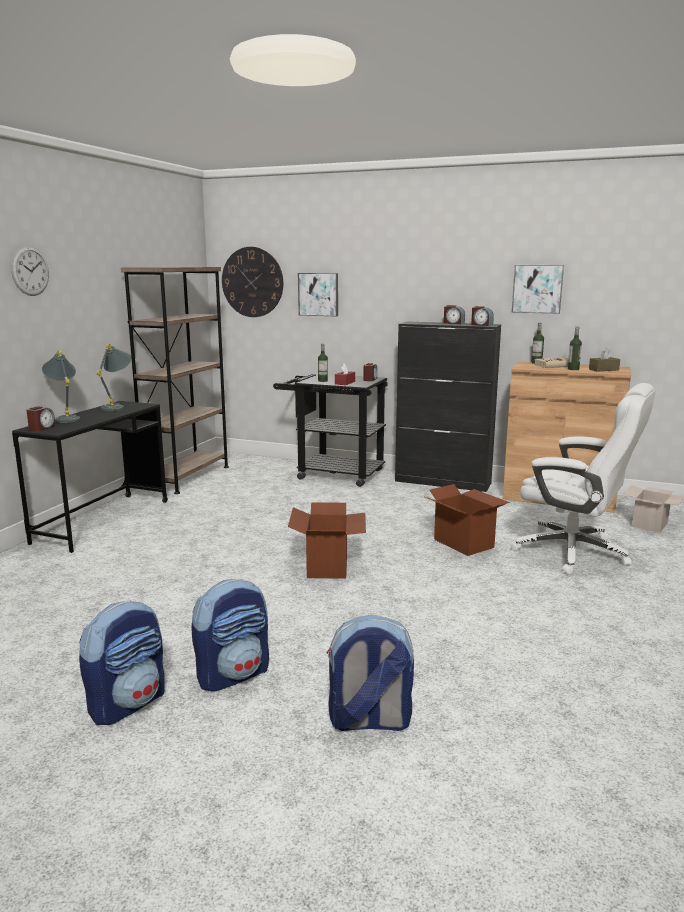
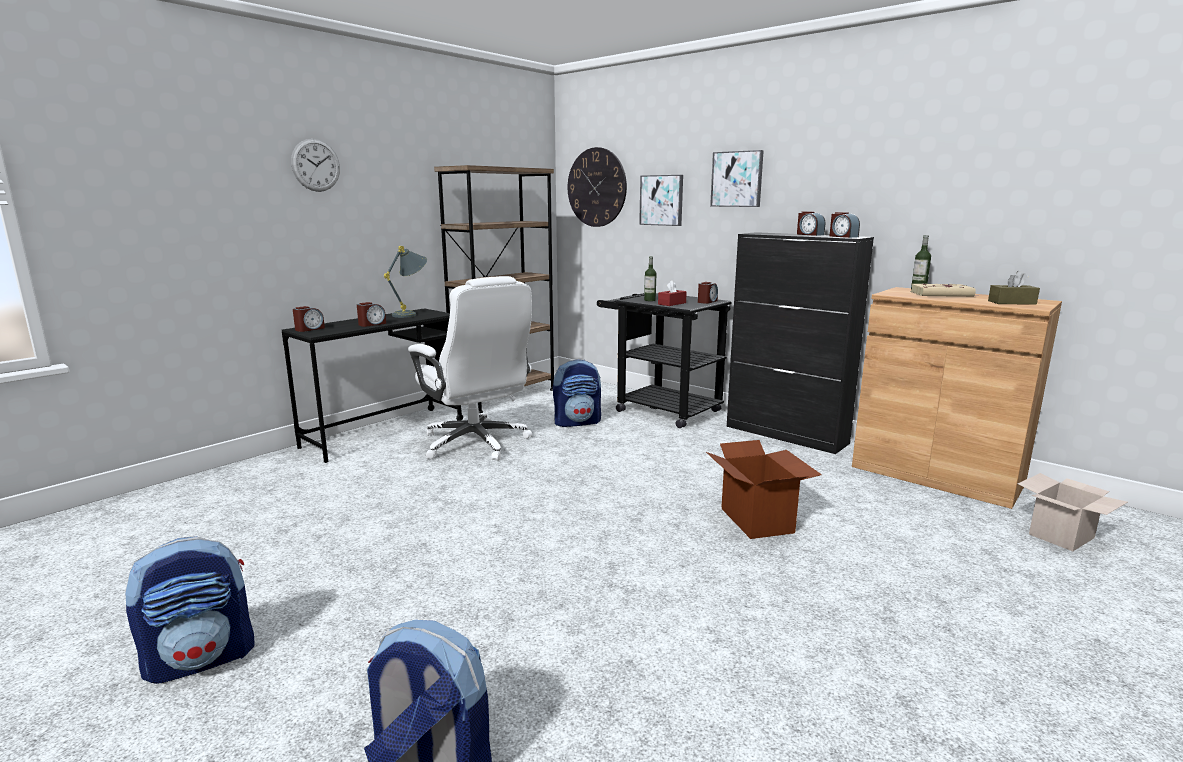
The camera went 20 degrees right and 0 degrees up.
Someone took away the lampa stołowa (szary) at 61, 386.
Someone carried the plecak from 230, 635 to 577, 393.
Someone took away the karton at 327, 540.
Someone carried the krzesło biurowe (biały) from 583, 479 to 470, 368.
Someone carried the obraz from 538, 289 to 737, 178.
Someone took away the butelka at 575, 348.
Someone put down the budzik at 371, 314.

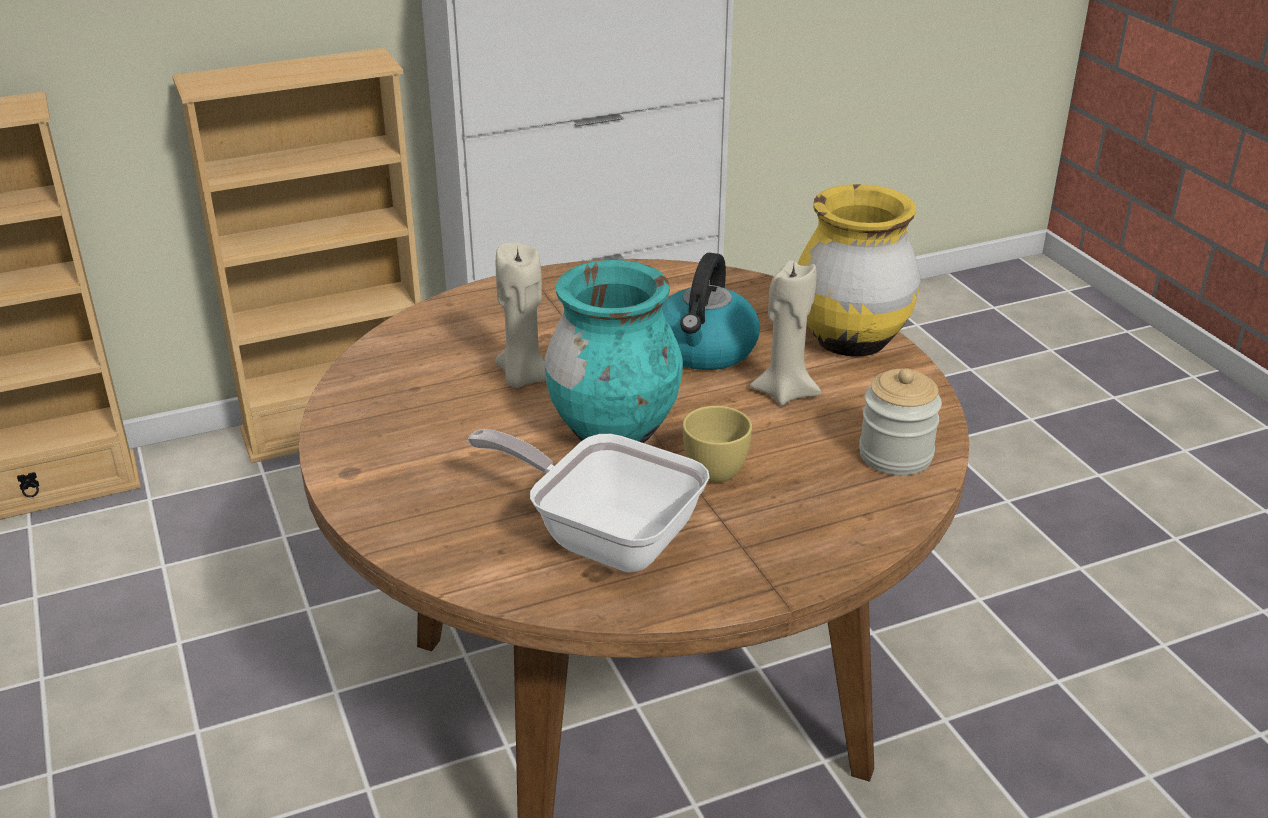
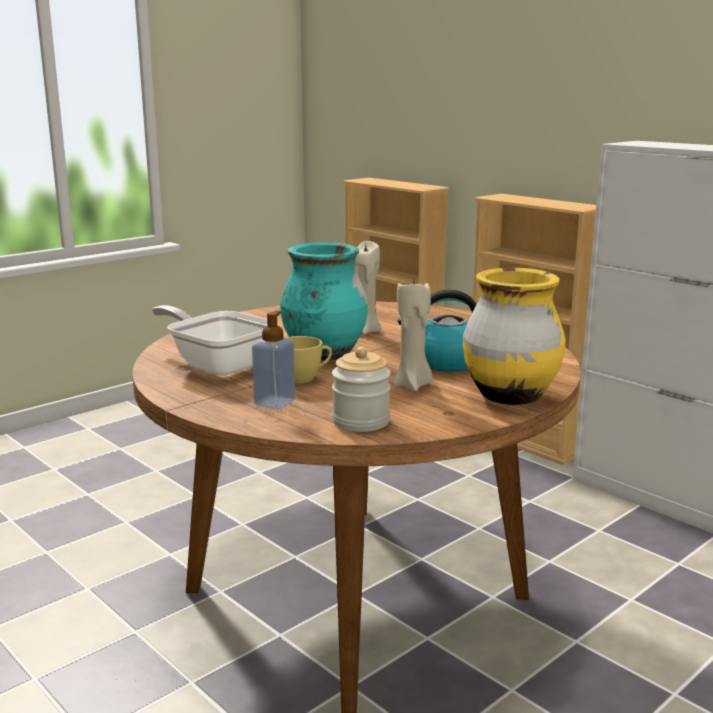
The camera went 70 degrees right and 15 degrees down.
Someone rotated the patelnia at 589, 501 by 60 degrees counterclockwise.
Someone put down the dozownik mydła at 273, 359.

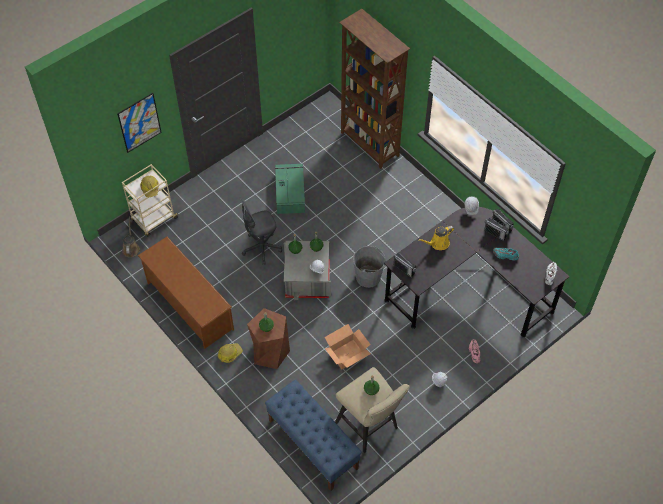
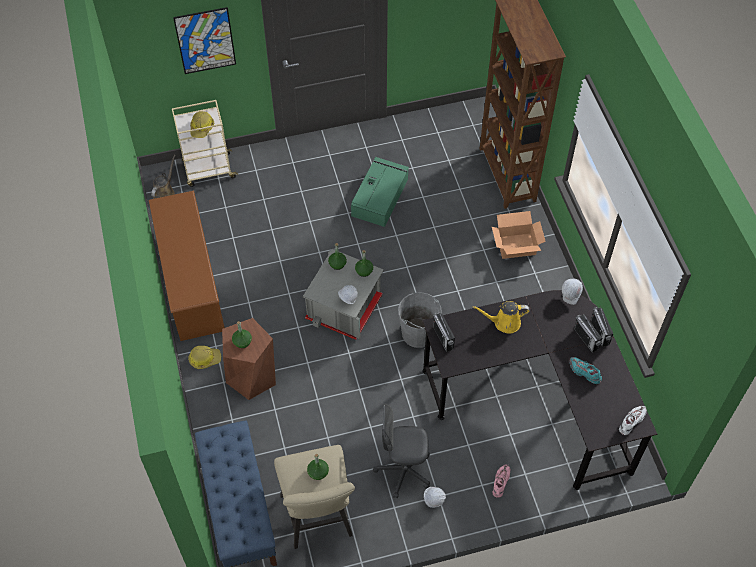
The camera went 25 degrees right and 0 degrees up.
Someone carried the krzesło biurowe (szary) from 261, 231 to 401, 451.
Someone carried the karton from 348, 346 to 519, 235.

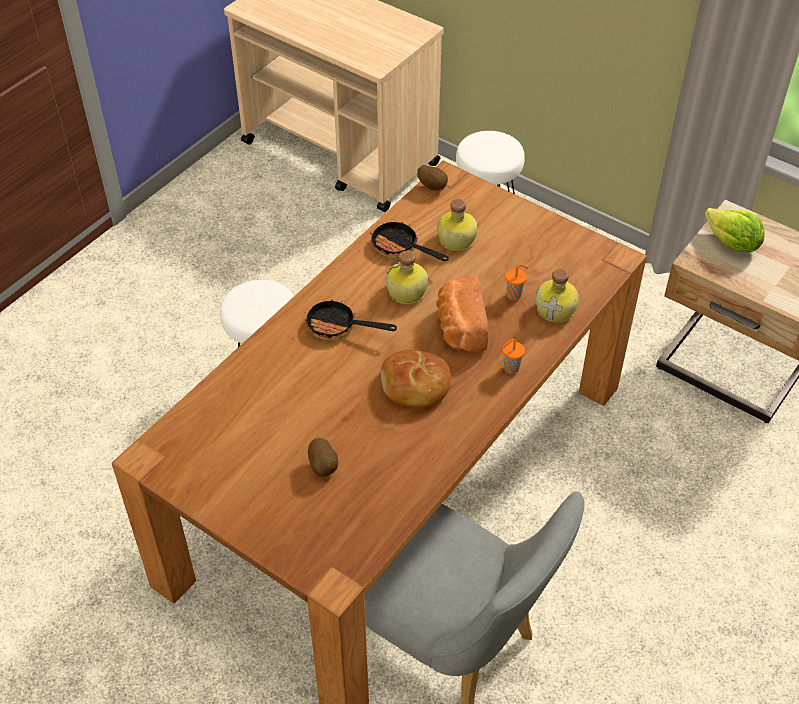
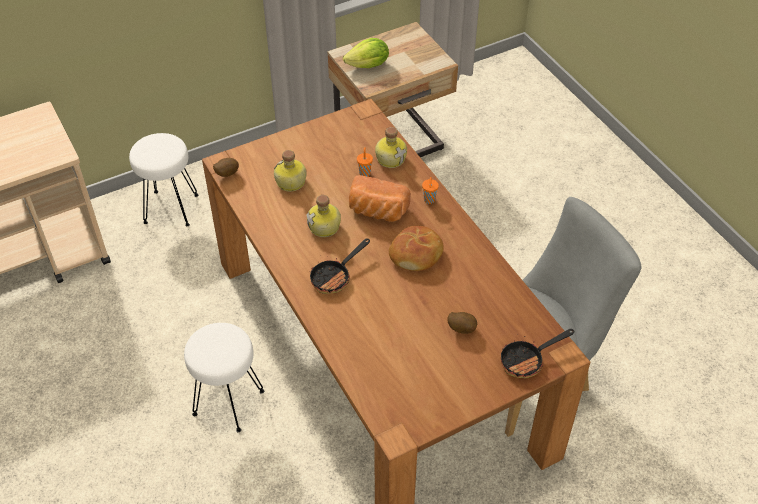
The camera went 65 degrees left and 0 degrees up.
Someone carried the patelnia from 409, 241 to 537, 353.

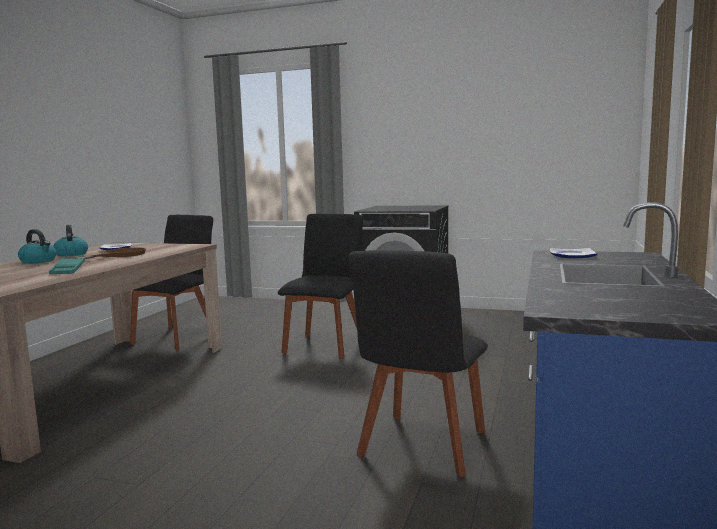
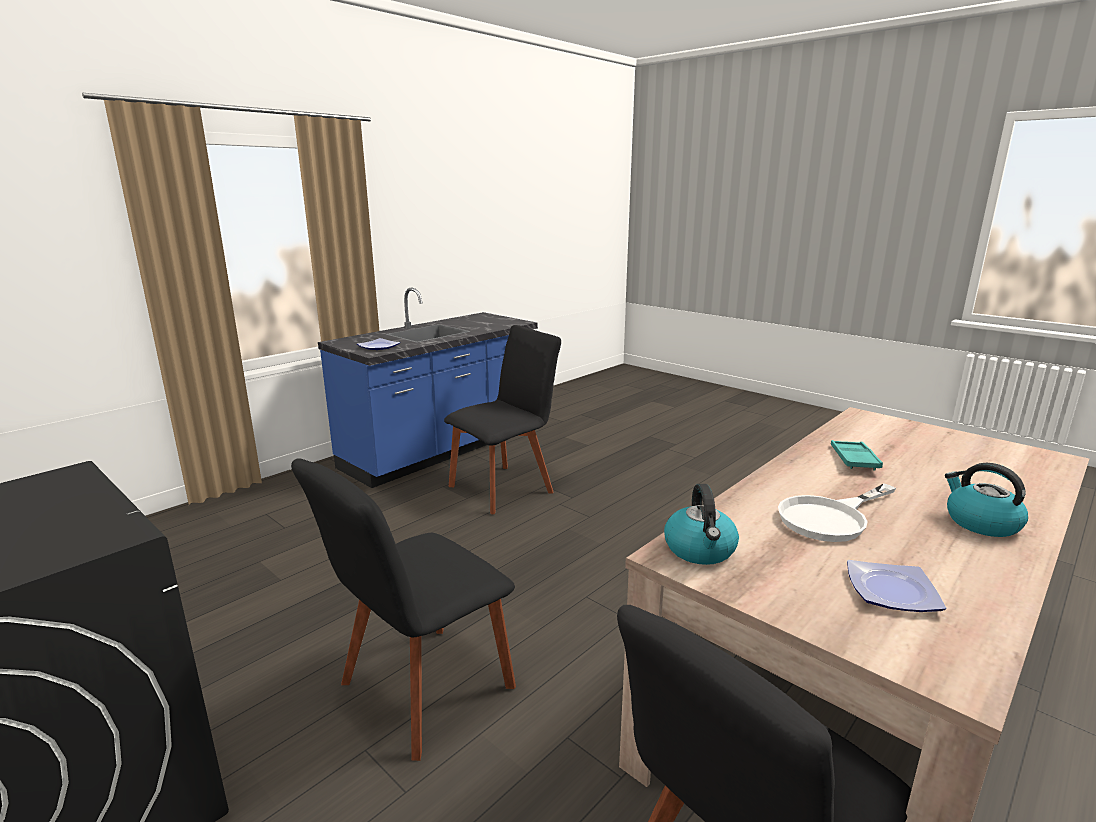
The camera went 155 degrees left and 10 degrees up.
Someone carried the czajnik from 70, 240 to 701, 524.
Someone repainted the patelnia (brązowy) at 108, 253, which became the patelnia (biały) at 837, 512.

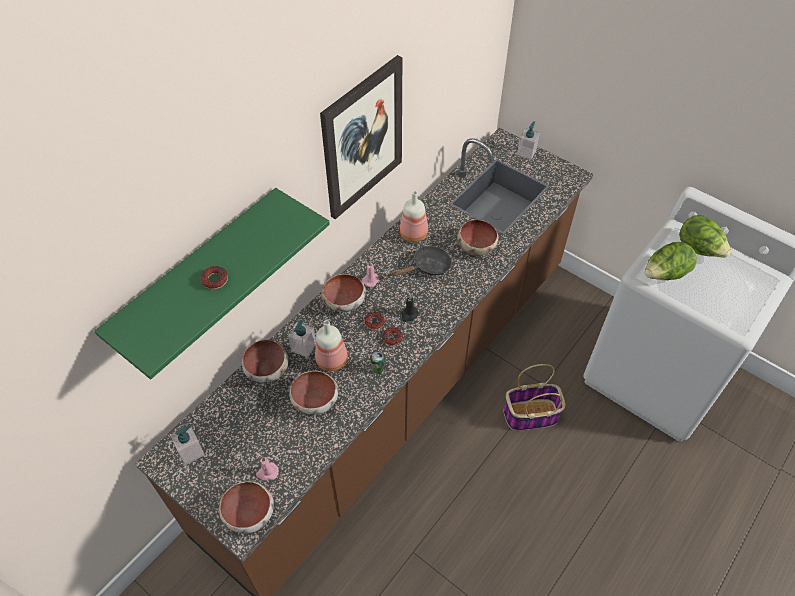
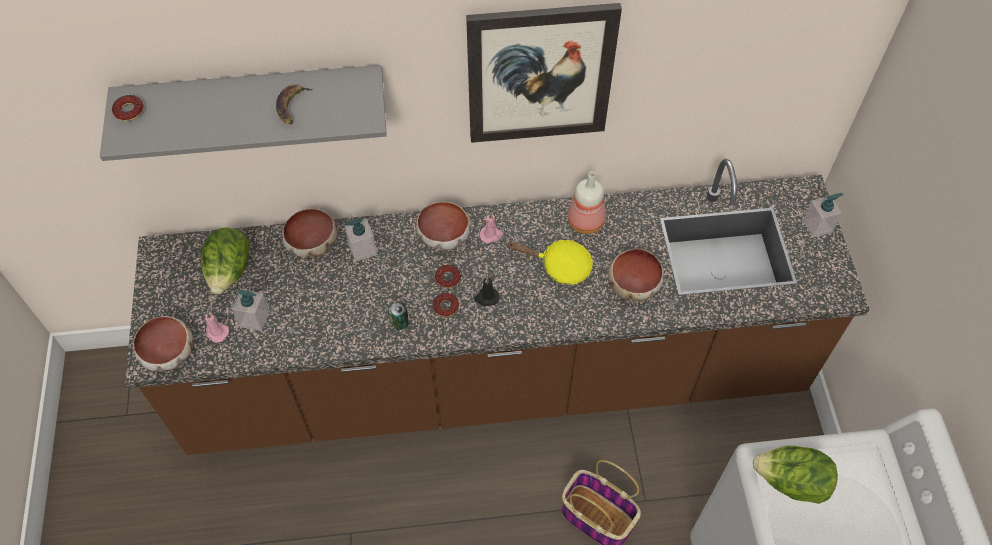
The camera went 45 degrees right and 5 degrees up.
Someone repainted the półka (zielony) at 212, 283, which became the półka (szary) at 243, 113.
Someone carried the dozownik mydła from 187, 445 to 251, 310.
Someone carried the donut from 214, 278 to 128, 108.
Someone took away the miska at 314, 392.
Someone took away the butelka at 331, 345.
Someone repainted the patelnia (czarny) at 421, 261, which became the patelnia (żółty) at 550, 262.
Someone carried the sałata from 705, 236 to 225, 261.
Someone put down the banan at 294, 104.

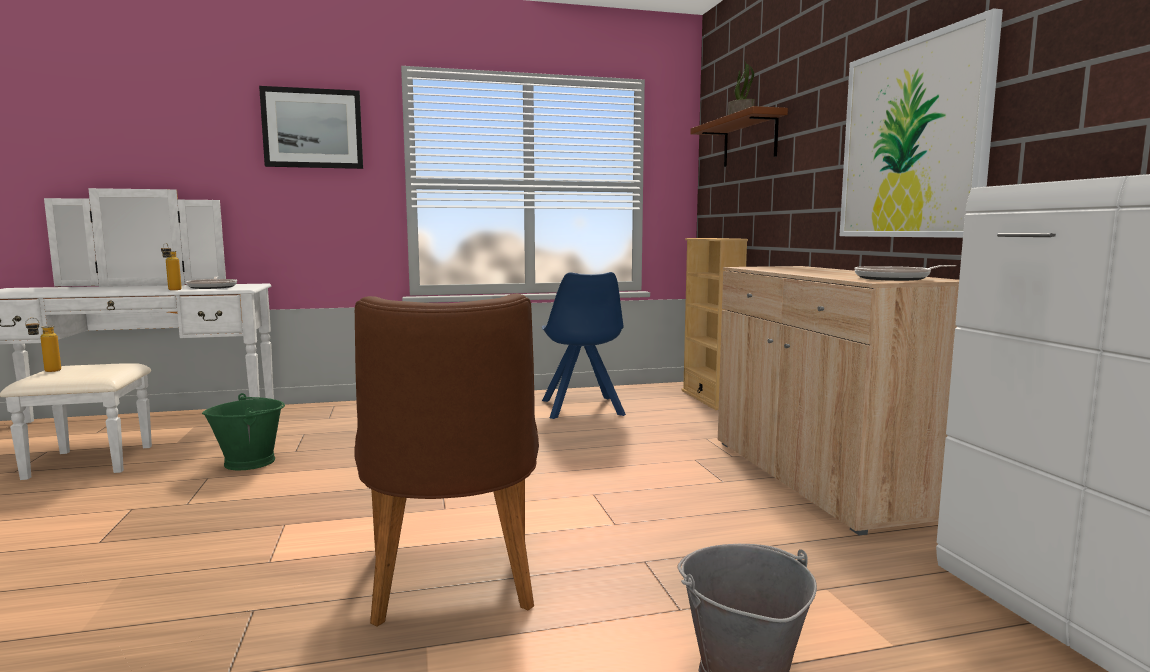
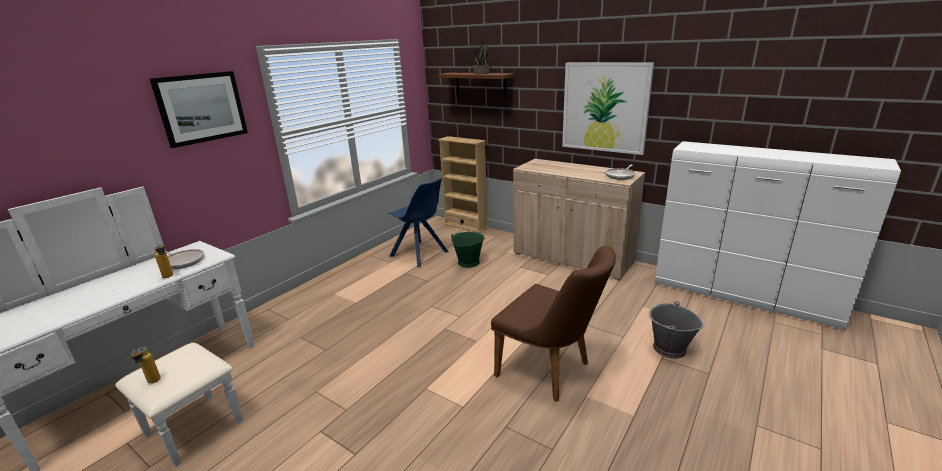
The camera went 40 degrees left and 15 degrees up.
Someone carried the wiadro (zielony) from 243, 431 to 468, 250.

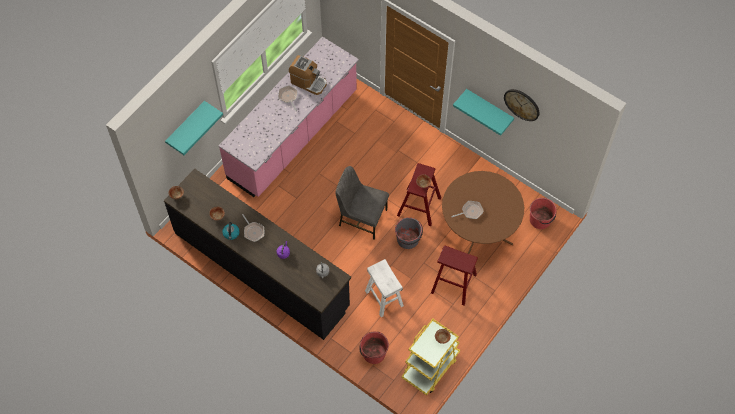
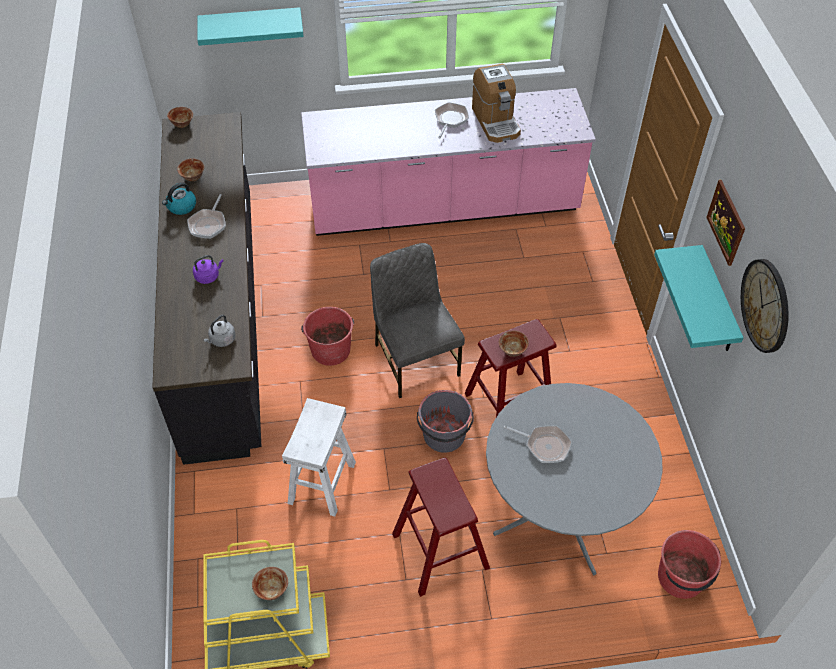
The camera went 45 degrees right and 10 degrees down.
Someone carried the wiadro (czerwony) from 374, 348 to 327, 336.
Someone repainted the stół jadalny (brązowy) at 483, 212, which became the stół jadalny (szary) at 574, 479.
Someone put up the obraz at 725, 223.

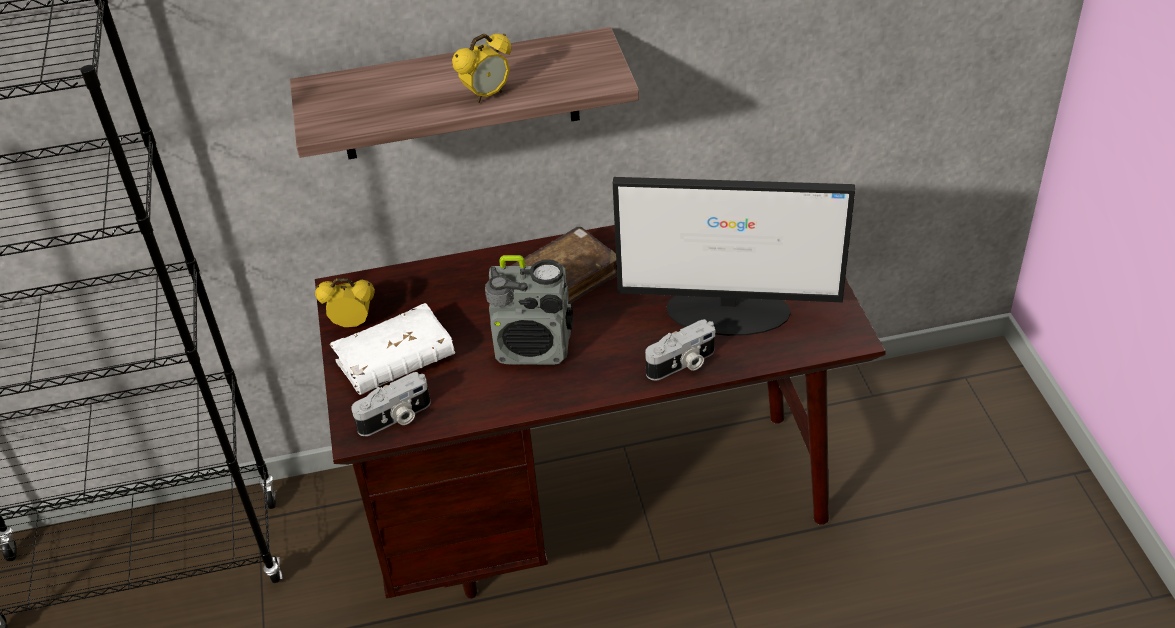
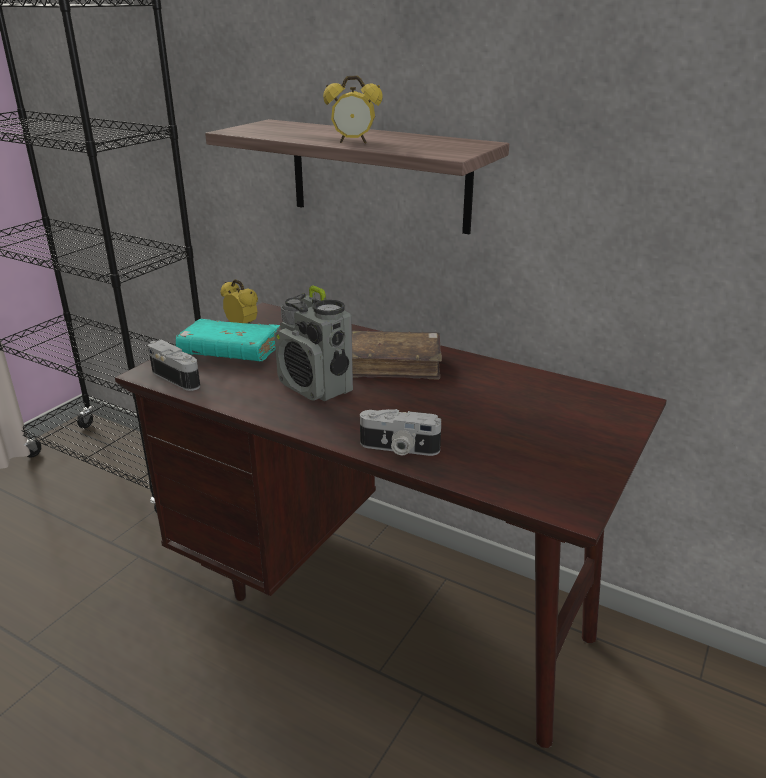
The camera went 40 degrees right and 15 degrees down.
Someone repainted the książka (biały) at 392, 349, which became the książka (turkusowy) at 228, 340.
Someone rotated the aparat fotograficzny at 391, 404 by 150 degrees counterclockwise.
Someone took away the monitor at 734, 256.

